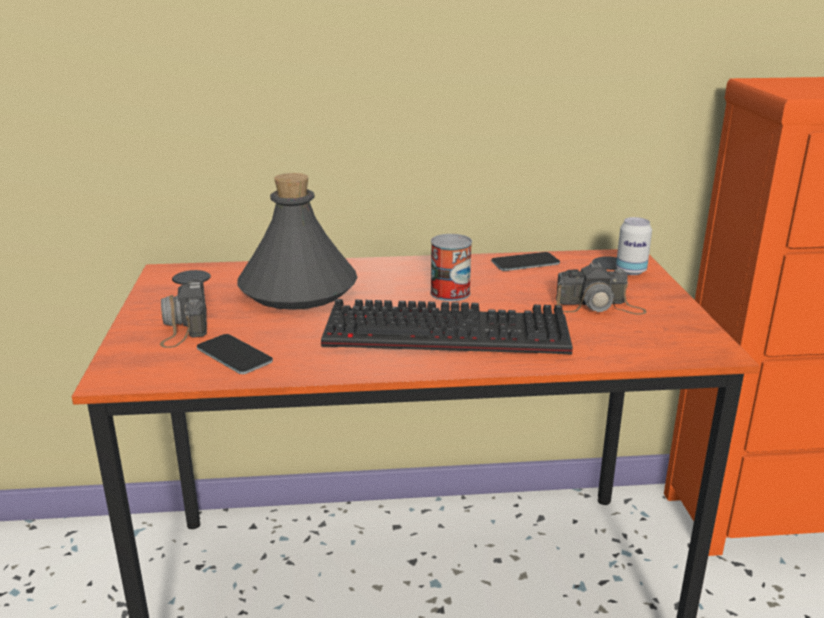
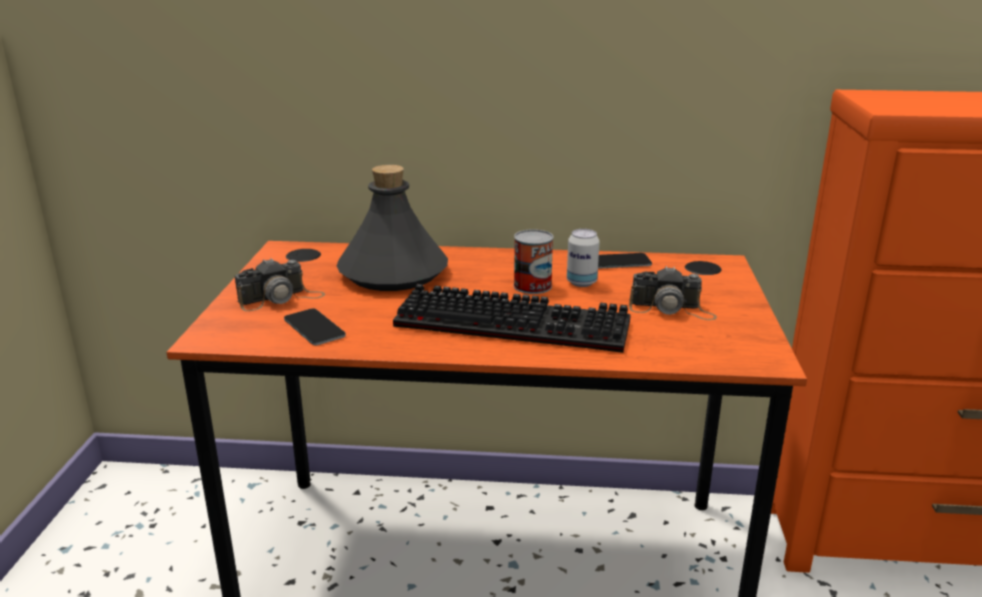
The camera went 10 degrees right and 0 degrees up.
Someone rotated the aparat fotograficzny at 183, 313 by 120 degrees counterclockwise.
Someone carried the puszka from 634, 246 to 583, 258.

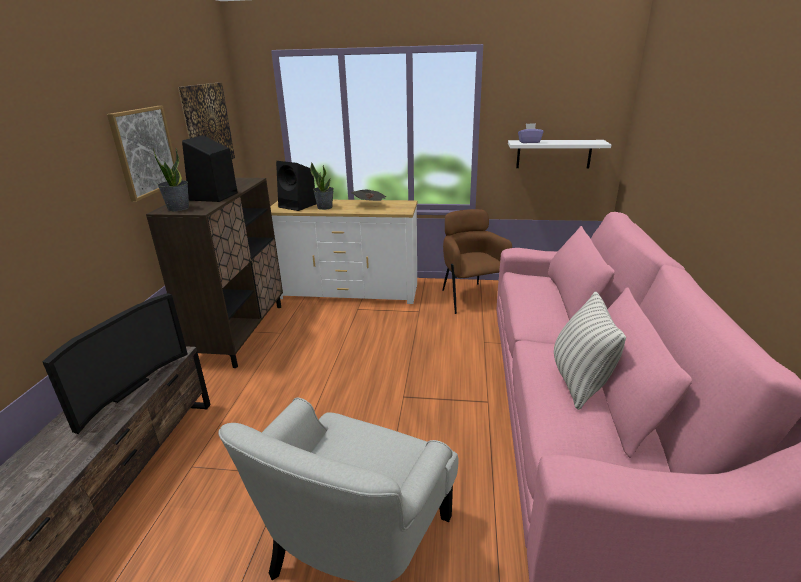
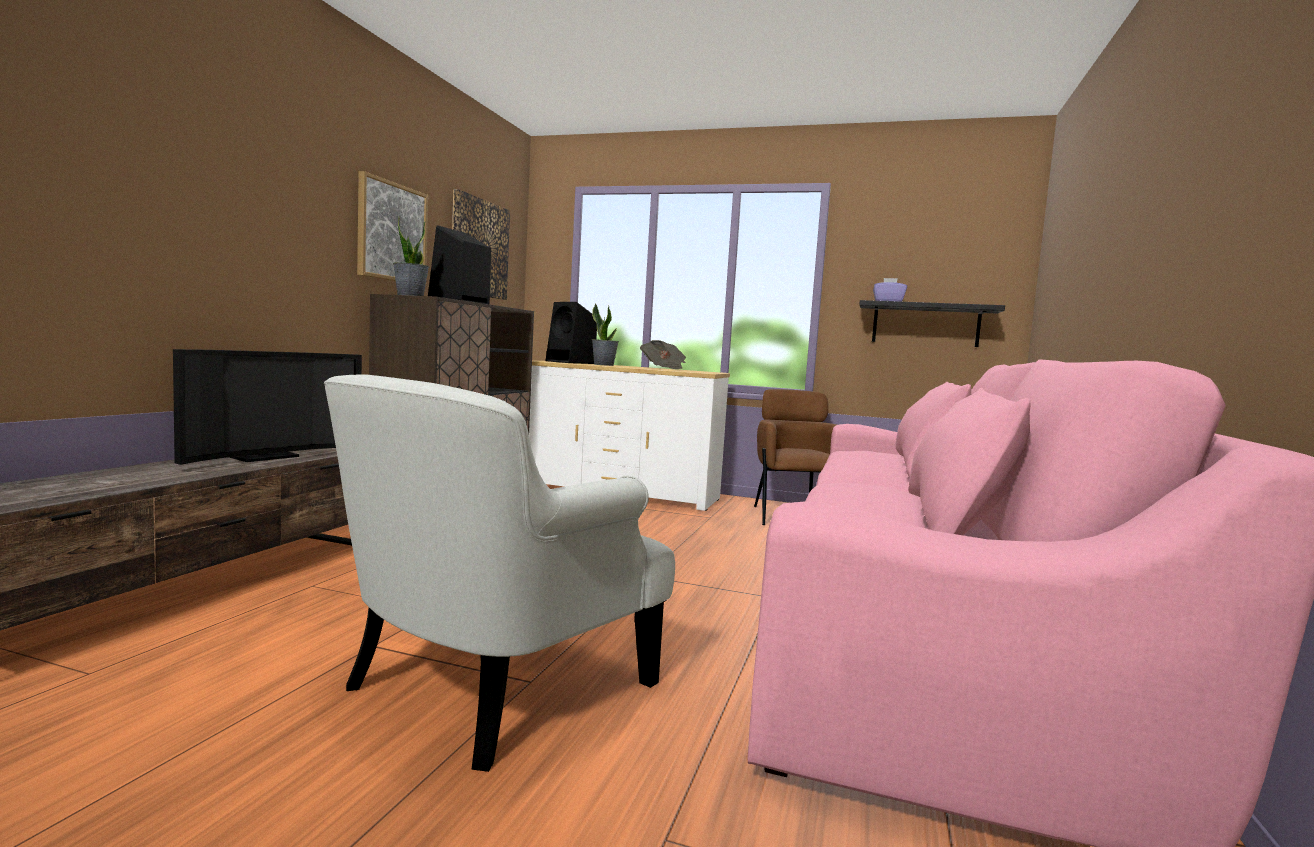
The camera went 10 degrees right and 20 degrees down.
Someone repainted the półka (biały) at 559, 154, which became the półka (czarny) at 932, 323.
Someone took away the poduszka at 590, 350.

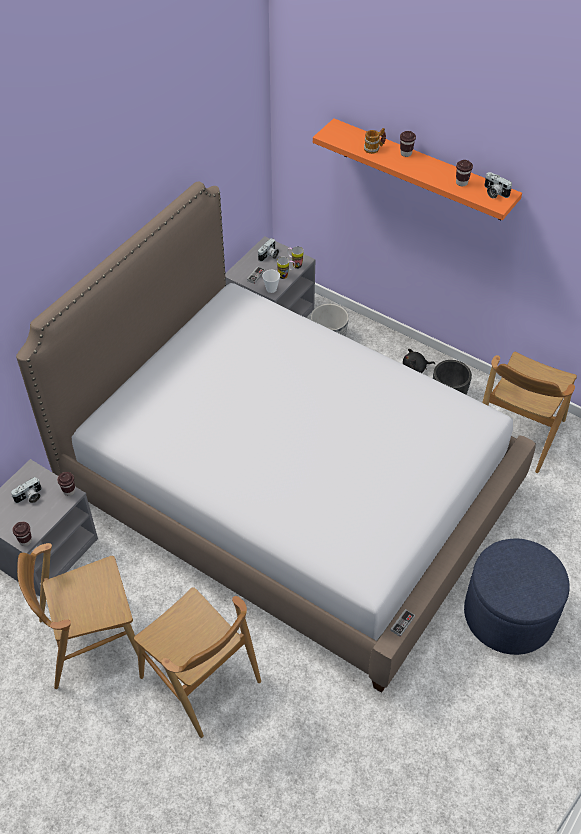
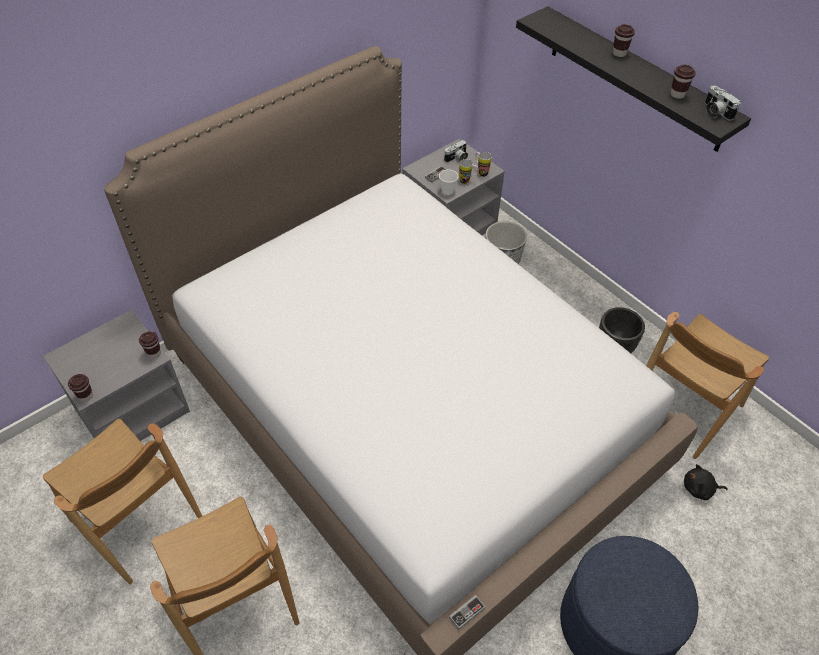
The camera went 15 degrees right and 0 degrees up.
Someone took away the aparat fotograficzny at 26, 490.
Someone rotated the krzesło (brązowy) at 77, 616 by 135 degrees counterclockwise.
Someone repainted the półka (pomarańczowy) at 417, 169, which became the półka (czarny) at 633, 79.
Someone took away the kubek at 375, 141.
Someone carried the pluszak (czarny) from 419, 361 to 706, 482.

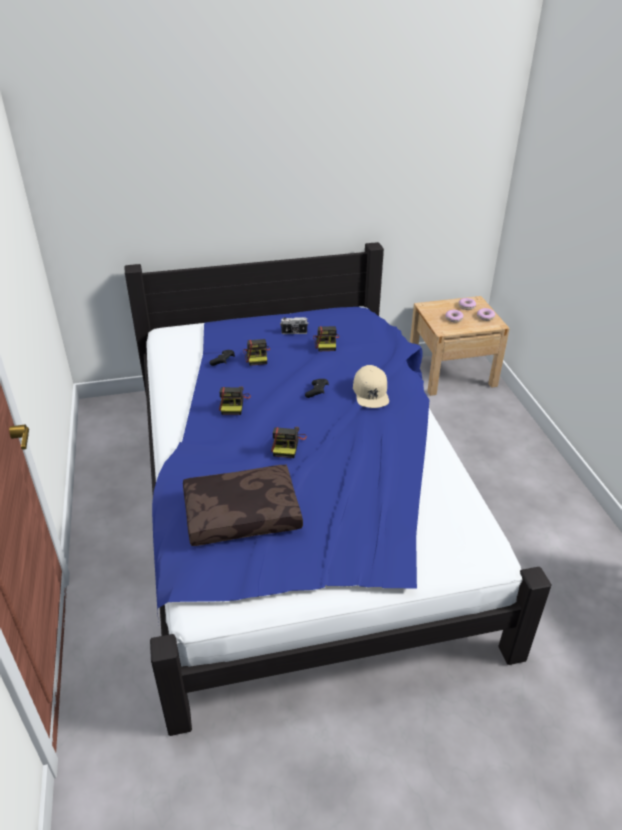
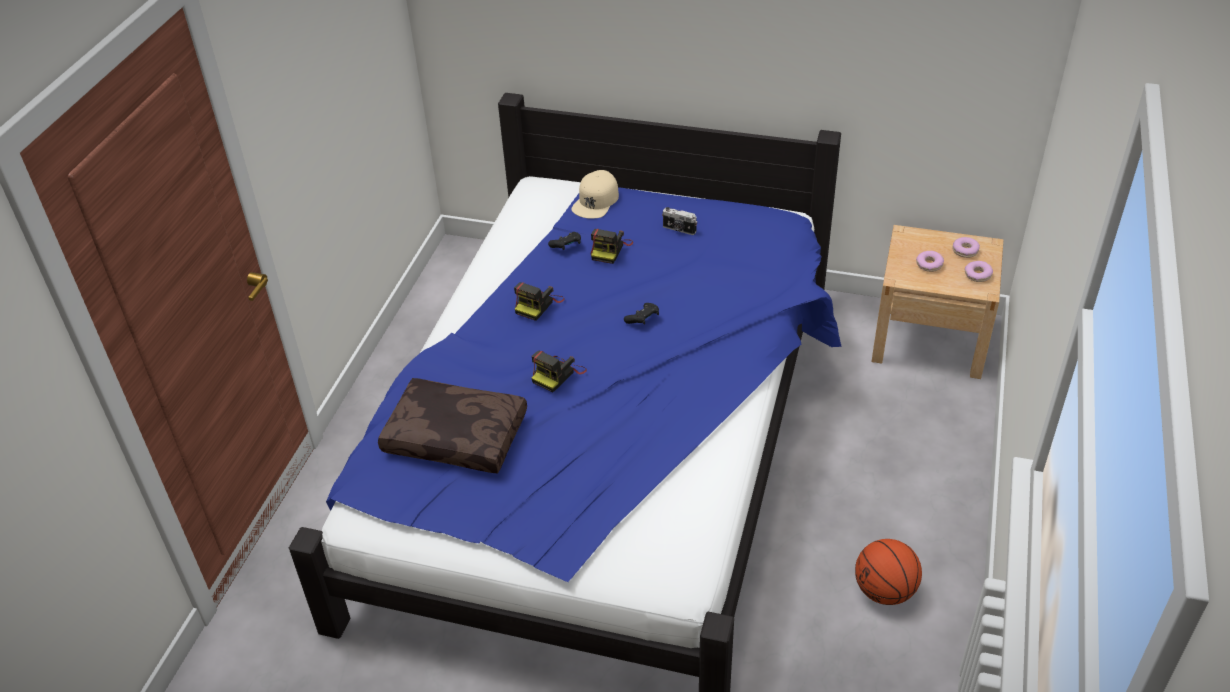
The camera went 30 degrees right and 5 degrees up.
Someone took away the aparat fotograficzny at 326, 338.
Someone carried the czapka z daszkiem (beżowy) from 371, 386 to 595, 194.
Someone put down the piłka do koszykówki at 888, 572.

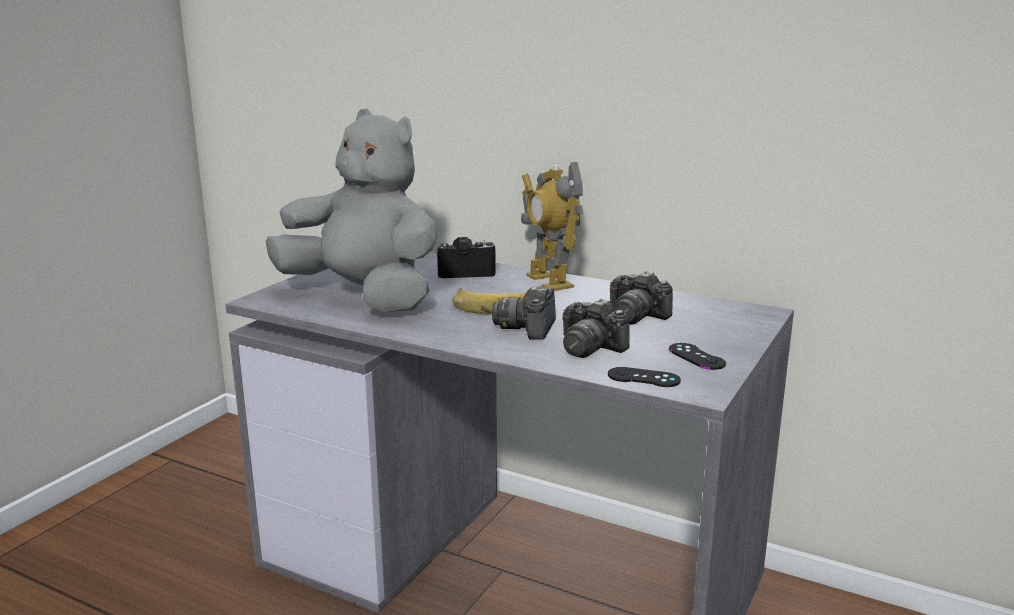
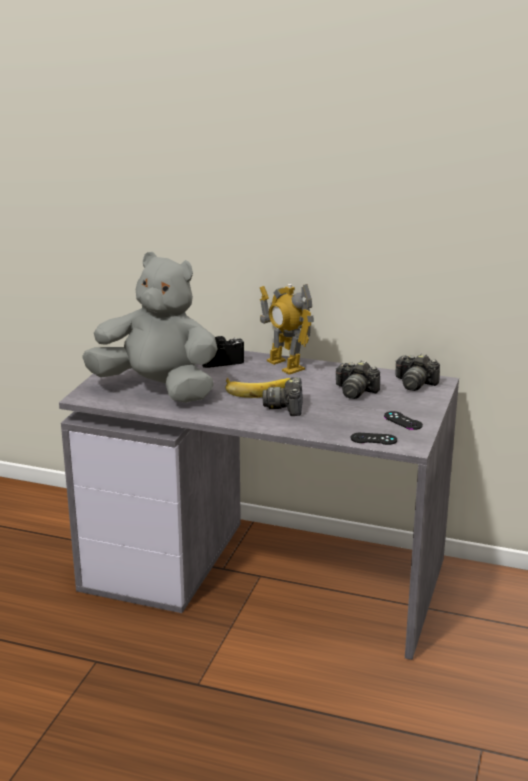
The camera went 10 degrees left and 5 degrees up.
Someone carried the aparat fotograficzny from 596, 328 to 417, 372.

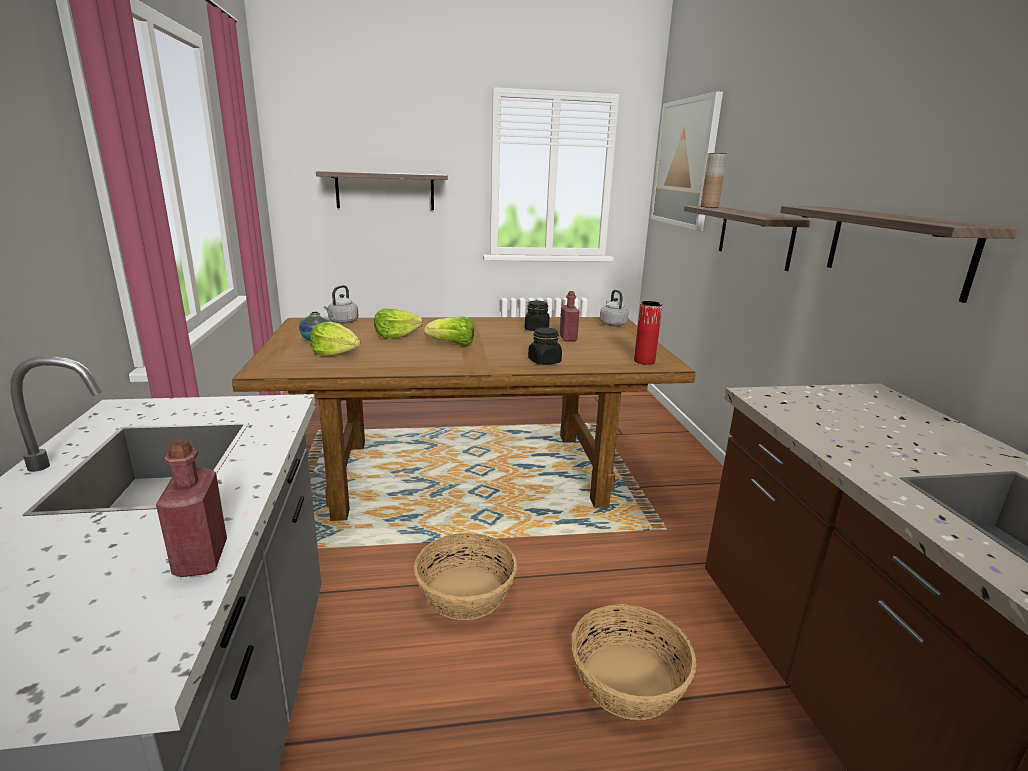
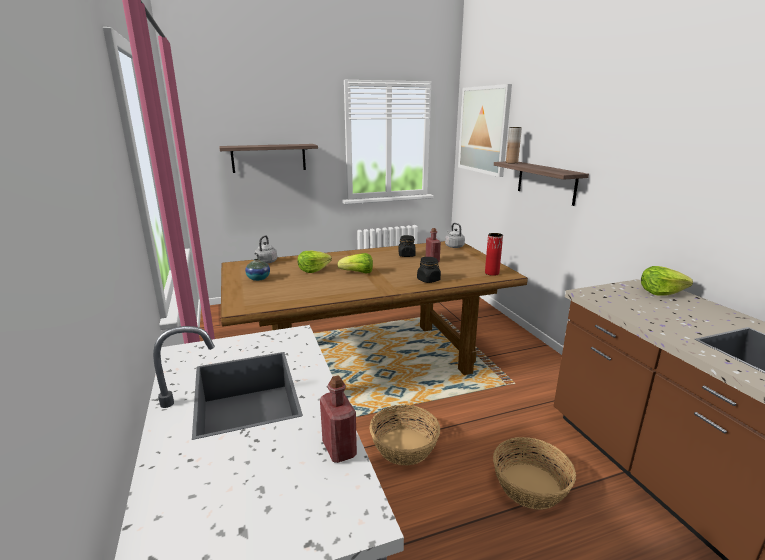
The camera went 10 degrees left and 0 degrees up.
Someone carried the sałata from 335, 338 to 667, 281.
Someone took away the półka at 899, 254.

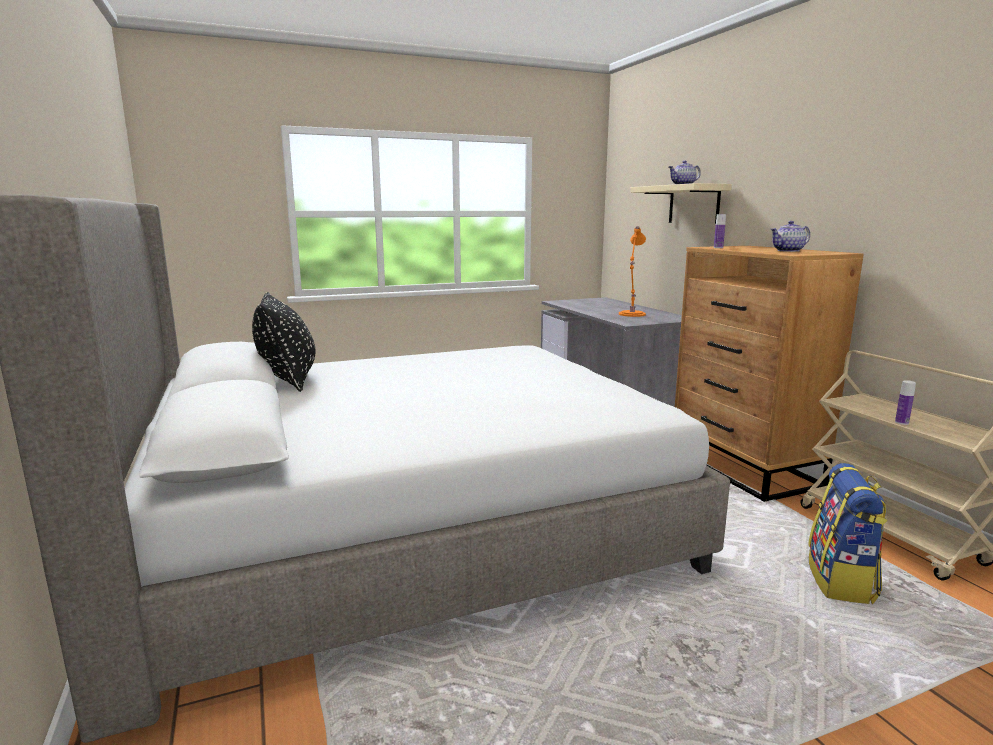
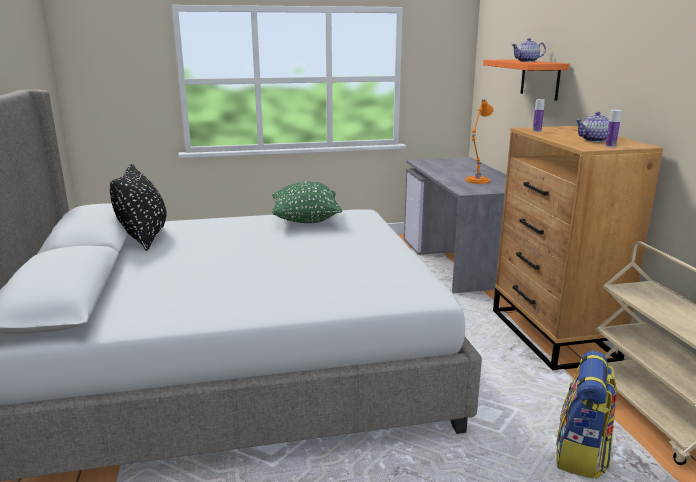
The camera went 10 degrees right and 5 degrees up.
Someone repainted the półka (beżowy) at 681, 203, which became the półka (pomarańczowy) at 526, 80.
Someone carried the butelka from 905, 402 to 614, 128.
Someone put down the poduszka (zielony) at 307, 202.

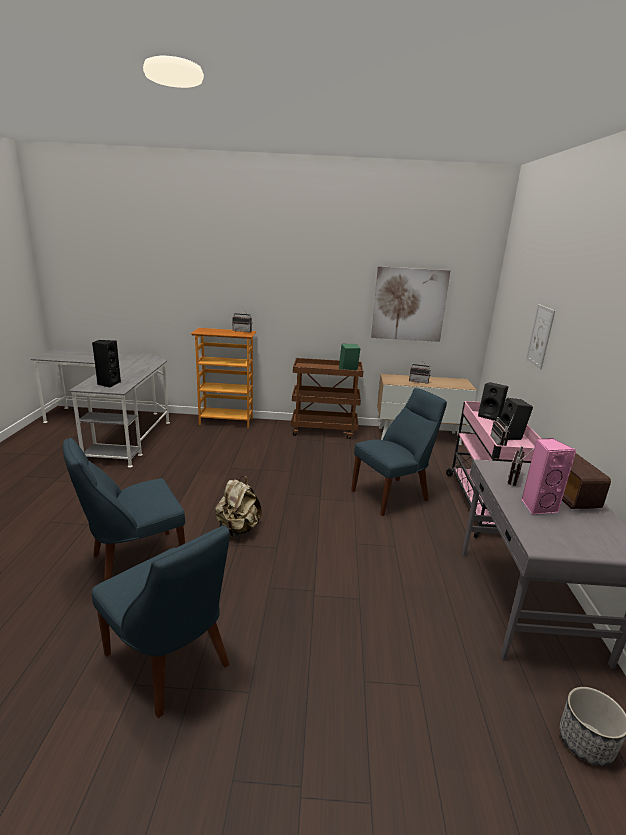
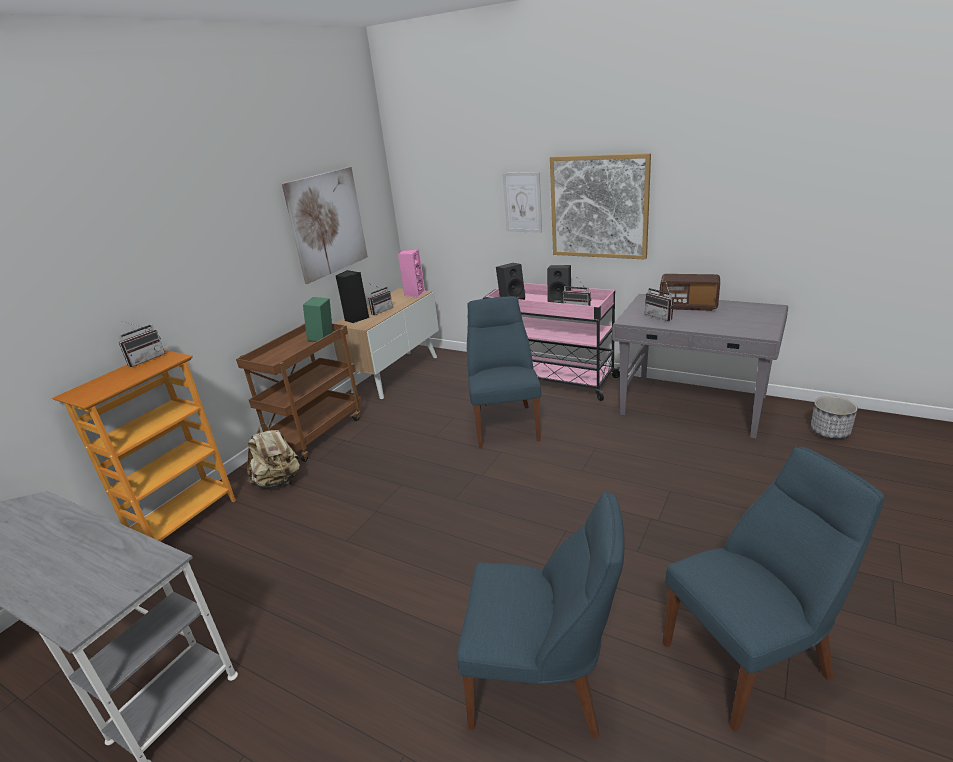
The camera went 60 degrees left and 5 degrees up.
Someone rotated the krzesło (niebieski) at 124, 509 by 75 degrees counterclockwise.
Someone carried the głośnik (czarny) from 106, 364 to 352, 296.
Someone carried the plecak (beżowy) from 238, 506 to 273, 456.
Someone carried the głośnik (różowy) from 548, 476 to 411, 273.
Someone put up the obraz at 600, 206.

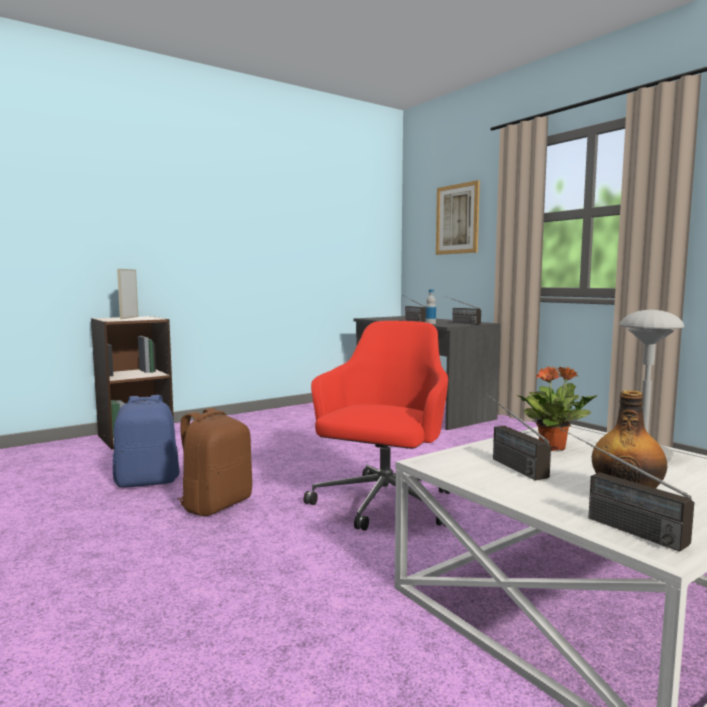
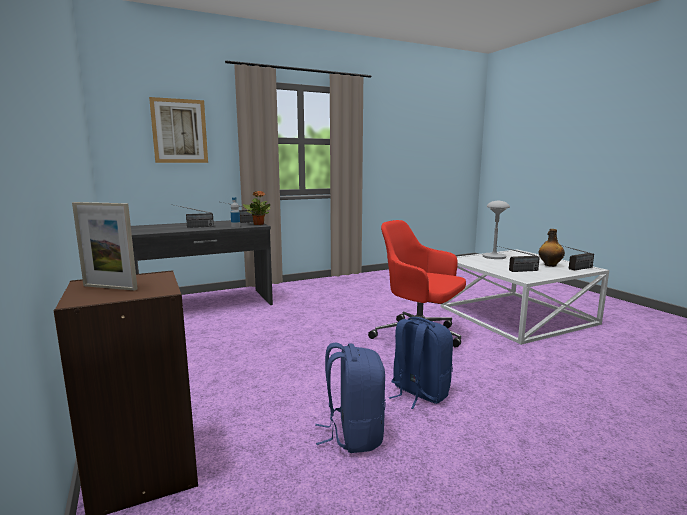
The camera went 80 degrees left and 5 degrees up.
Someone repainted the plecak (brązowy) at 214, 462, which became the plecak (niebieski) at 421, 363.
Someone carried the roślina doniczkowa from 557, 408 to 256, 208.

